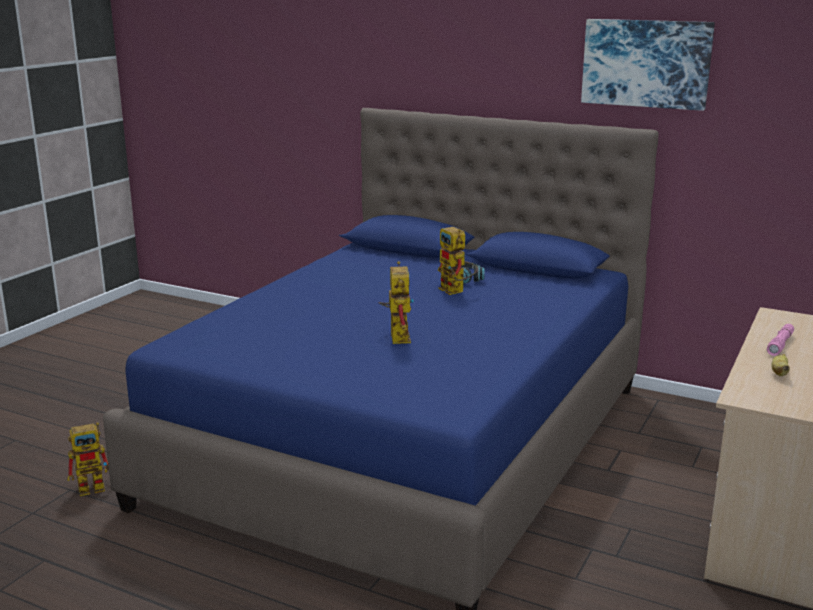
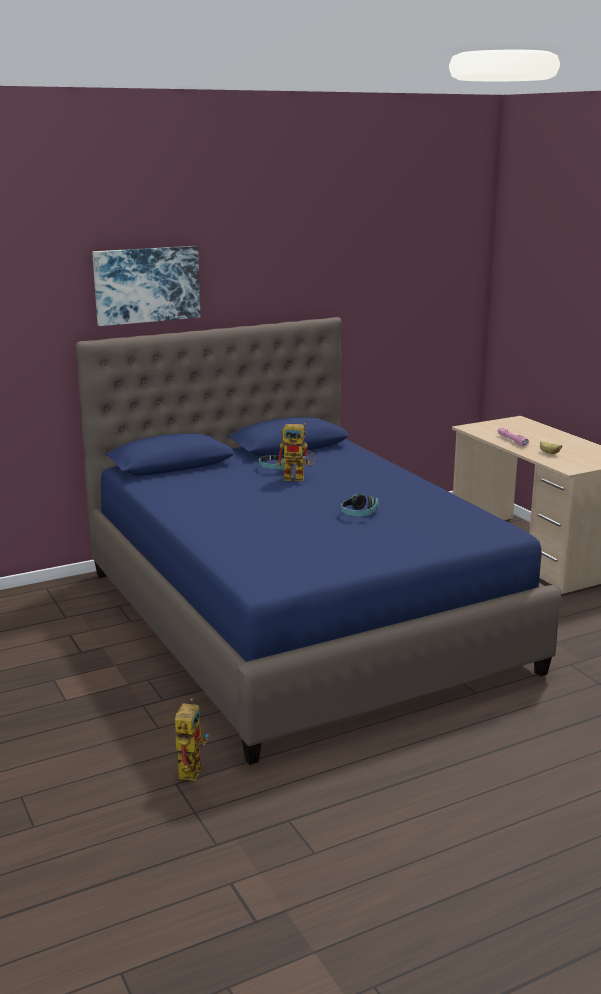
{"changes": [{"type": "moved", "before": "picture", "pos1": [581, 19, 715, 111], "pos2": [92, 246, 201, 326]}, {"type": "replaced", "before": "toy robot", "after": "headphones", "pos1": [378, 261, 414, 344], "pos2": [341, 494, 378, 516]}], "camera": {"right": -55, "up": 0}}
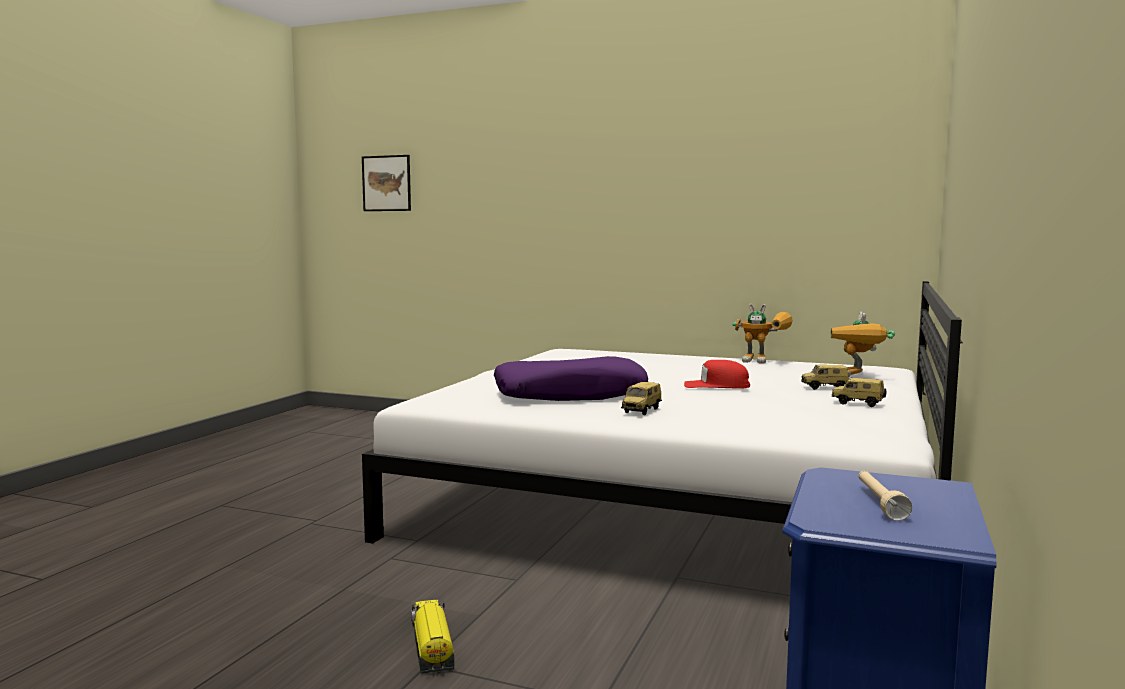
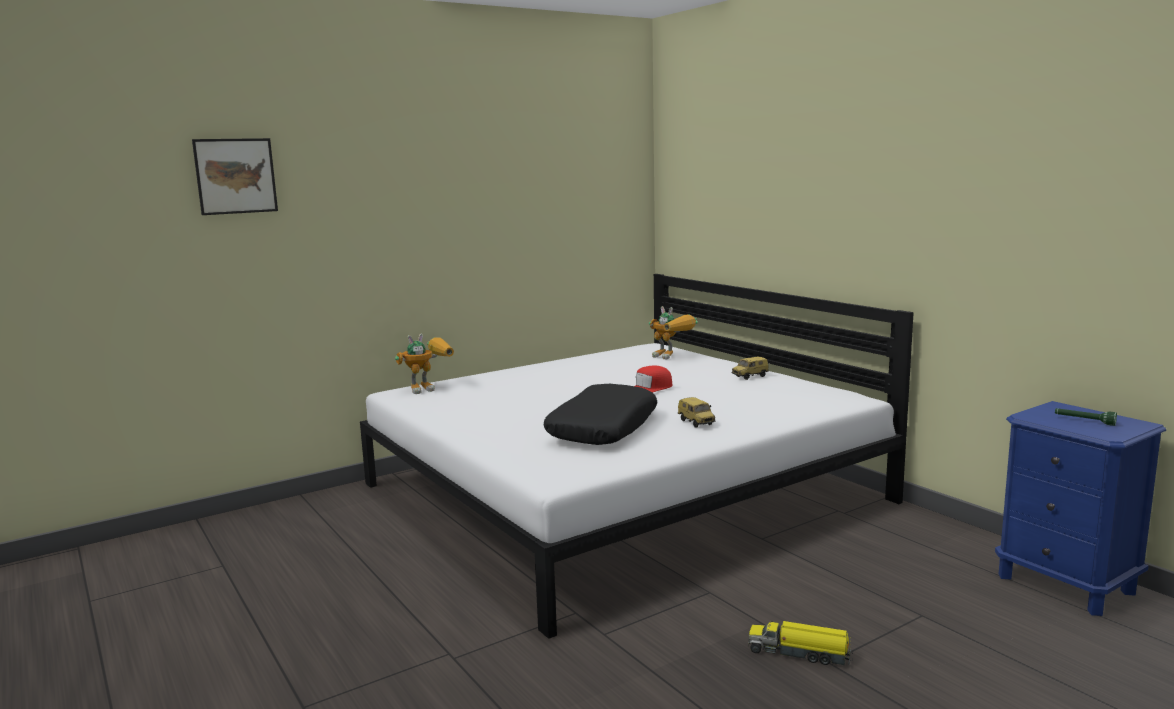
{"changes": [{"type": "moved", "before": "picture", "pos1": [362, 155, 411, 211], "pos2": [192, 138, 278, 215]}, {"type": "moved", "before": "toy robot", "pos1": [732, 304, 793, 364], "pos2": [395, 333, 454, 394]}, {"type": "recoloured", "before": "purple pillow", "after": "black pillow", "pos1": [494, 356, 648, 401], "pos2": [543, 384, 657, 445]}, {"type": "recoloured", "before": "beige flashlight", "after": "green flashlight", "pos1": [859, 471, 912, 521], "pos2": [1055, 408, 1117, 426]}, {"type": "removed", "before": "toy car", "pos1": [801, 365, 849, 390]}], "camera": {"right": -55, "up": 5}}
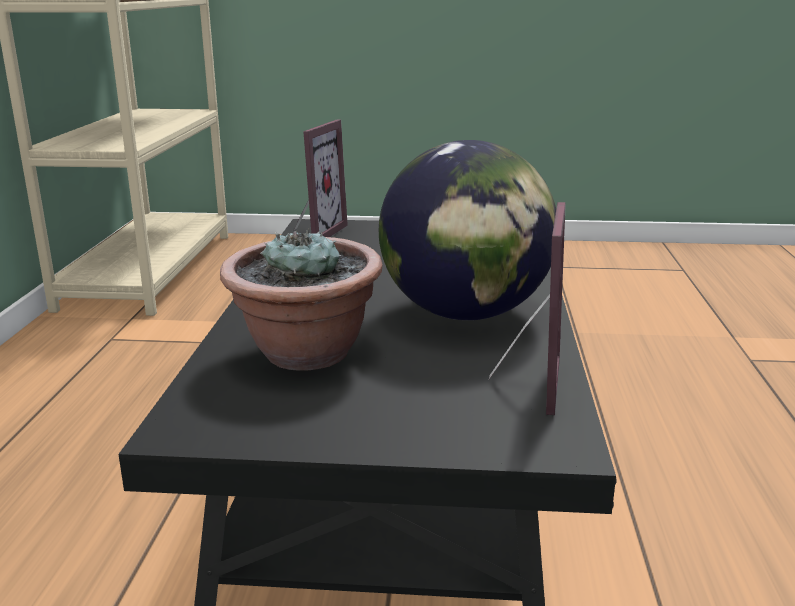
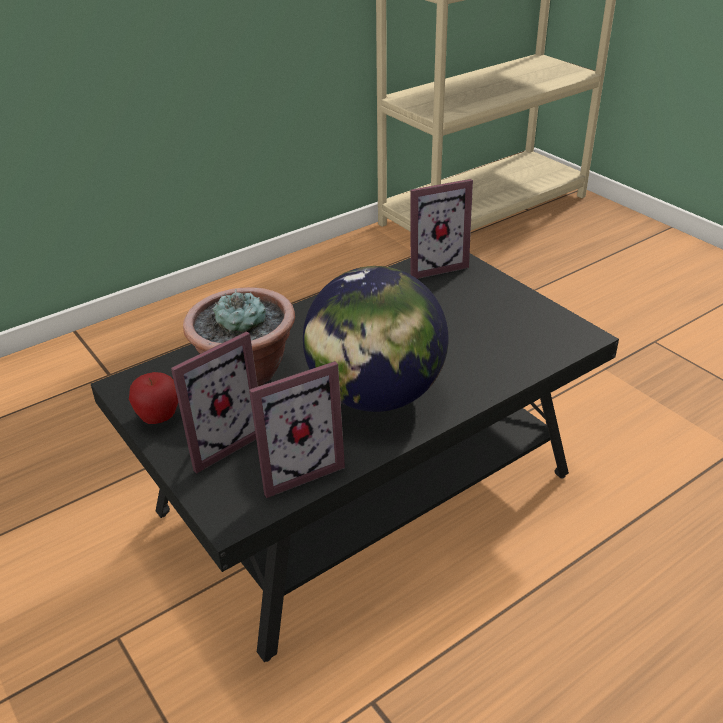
{"changes": [{"type": "added", "after": "apple", "pos2": [129, 372, 178, 424]}, {"type": "added", "after": "picture frame", "pos2": [171, 331, 258, 474]}], "camera": {"right": 50, "up": 15}}
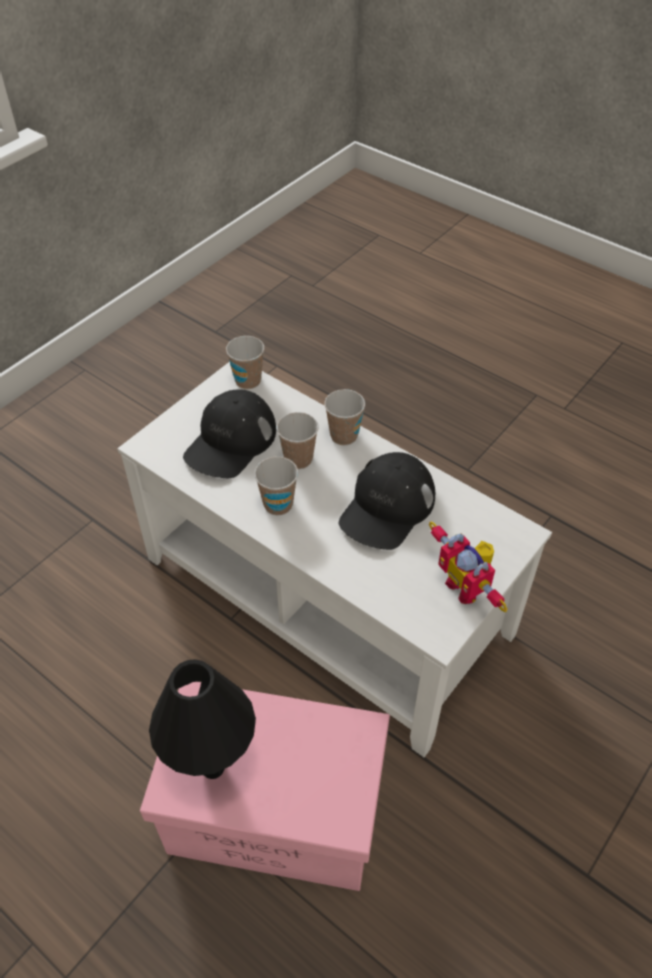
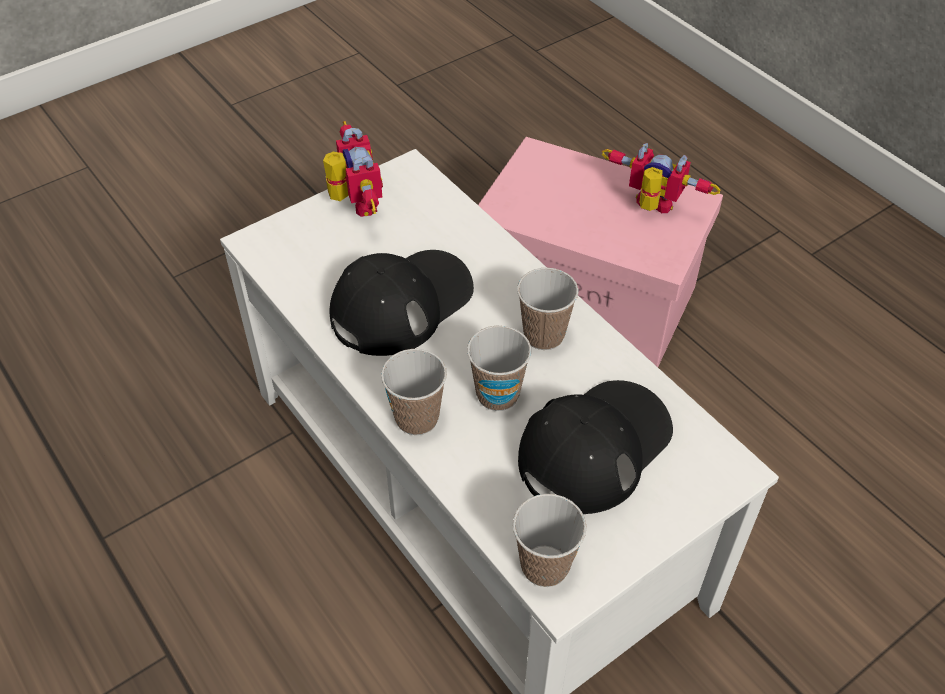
{"changes": [{"type": "replaced", "before": "black table lamp", "after": "toy robot", "pos1": [149, 659, 256, 779], "pos2": [602, 143, 721, 213]}], "camera": {"right": -165, "up": 0}}
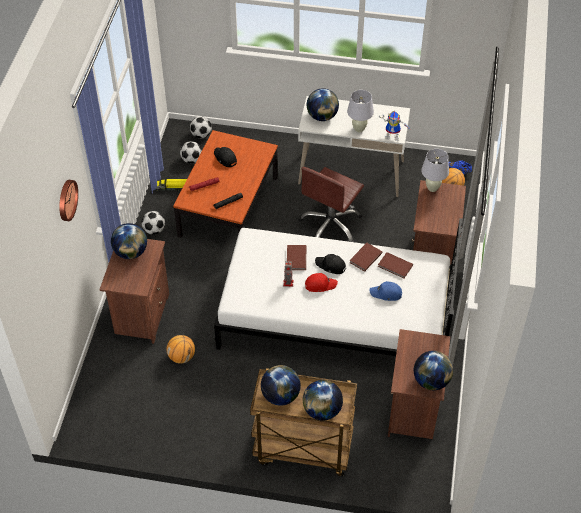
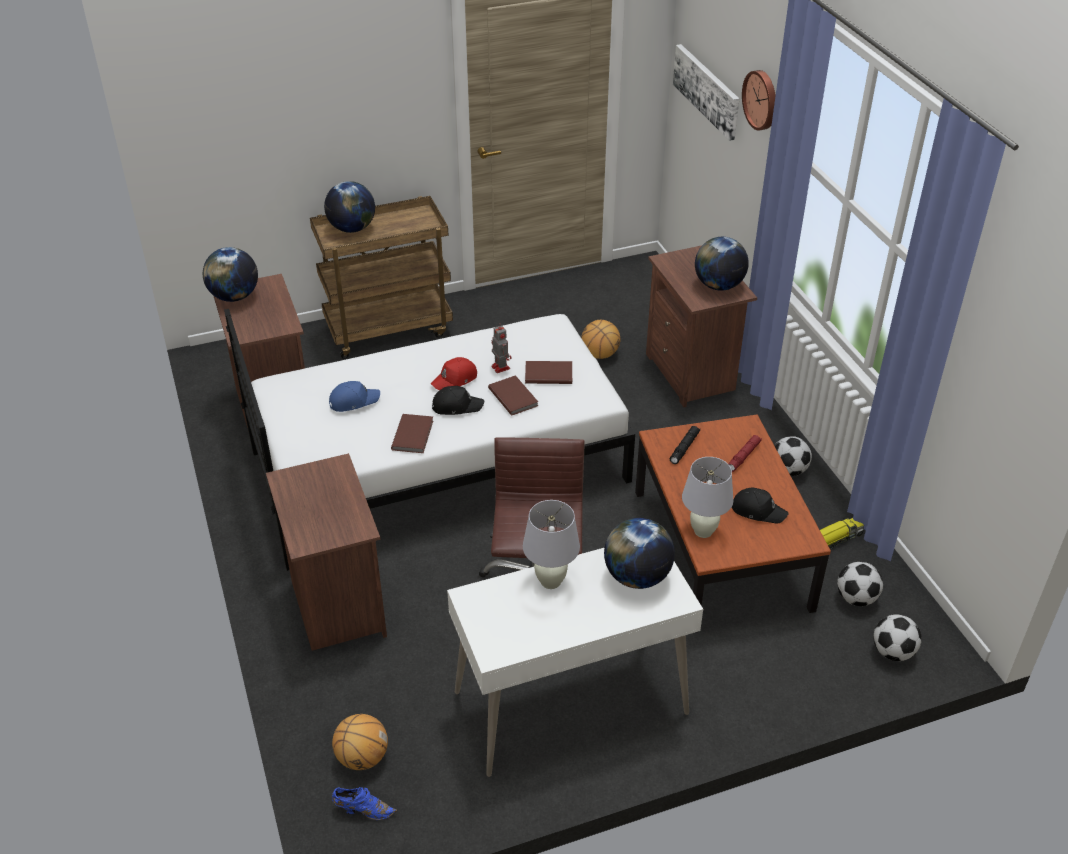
{"changes": [{"type": "moved", "before": "brown book", "pos1": [378, 252, 413, 278], "pos2": [525, 361, 572, 384]}, {"type": "added", "after": "picture", "pos2": [673, 44, 739, 141]}, {"type": "moved", "before": "white table lamp", "pos1": [421, 149, 449, 192], "pos2": [682, 457, 733, 538]}, {"type": "removed", "before": "globe", "pos1": [261, 365, 301, 406]}, {"type": "removed", "before": "toy robot", "pos1": [379, 111, 410, 141]}], "camera": {"right": 150, "up": -10}}
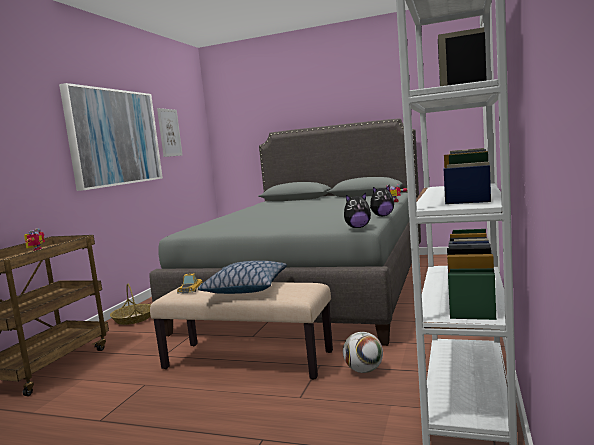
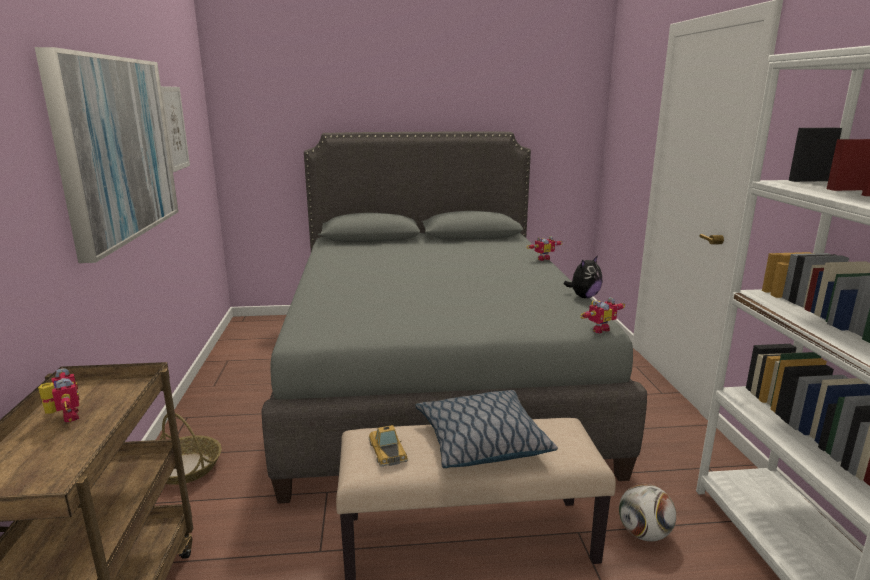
{"changes": [{"type": "replaced", "before": "plush toy", "after": "toy robot", "pos1": [344, 193, 371, 228], "pos2": [580, 297, 625, 334]}], "camera": {"right": -25, "up": 10}}
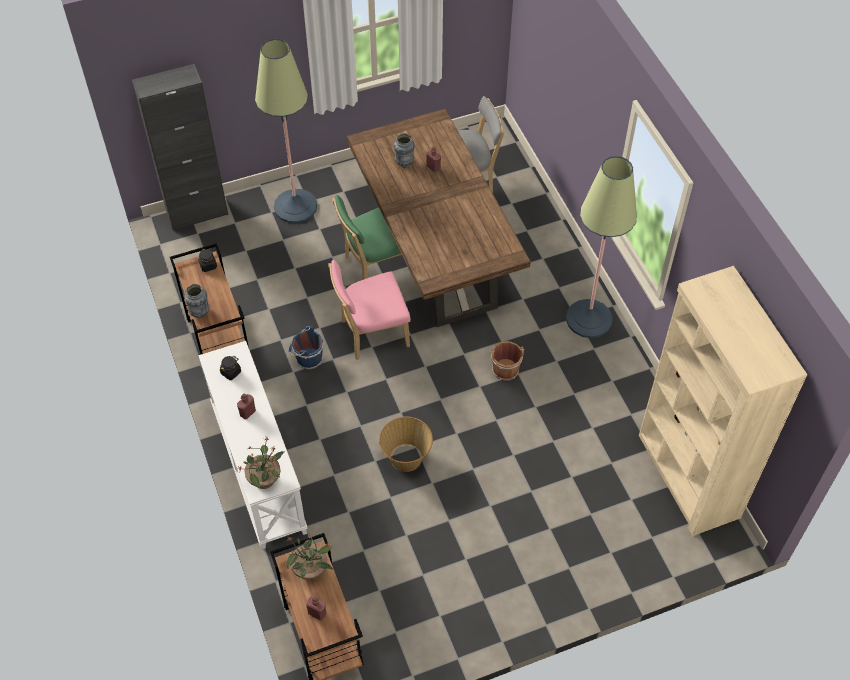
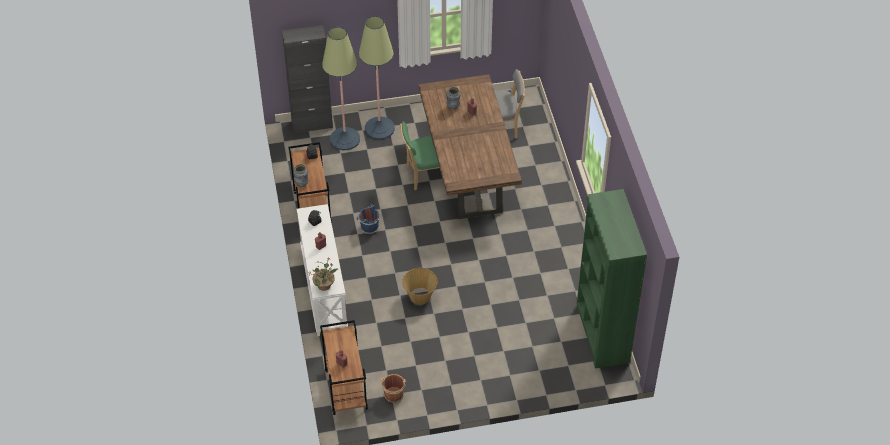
{"changes": [{"type": "moved", "before": "floor lamp", "pos1": [566, 156, 637, 338], "pos2": [322, 27, 360, 151]}, {"type": "moved", "before": "brown bucket", "pos1": [489, 341, 524, 381], "pos2": [381, 374, 406, 403]}, {"type": "recoloured", "before": "beige bookcase", "after": "green bookcase", "pos1": [639, 266, 807, 536], "pos2": [577, 189, 647, 369]}, {"type": "removed", "before": "potted plant", "pos1": [285, 534, 333, 580]}, {"type": "removed", "before": "pink chair", "pos1": [328, 260, 410, 360]}], "camera": {"right": 10, "up": -5}}
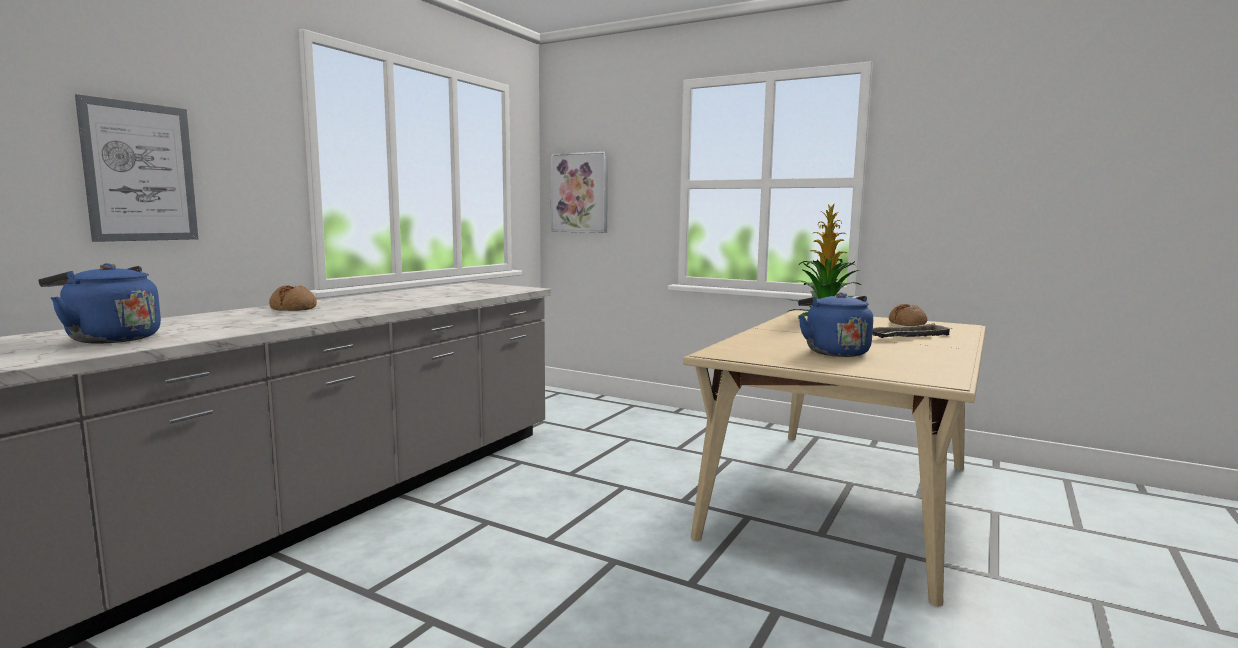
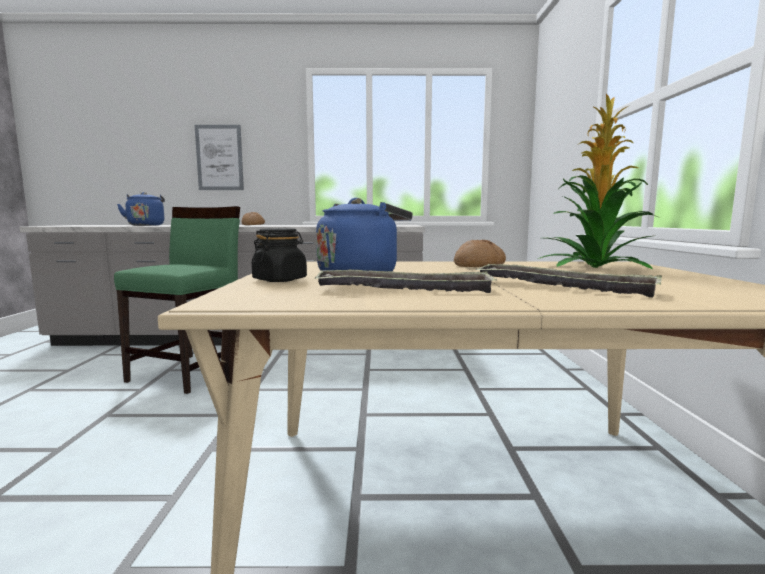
{"changes": [{"type": "added", "after": "green chair", "pos2": [114, 206, 240, 394]}, {"type": "added", "after": "black jar", "pos2": [252, 228, 307, 282]}, {"type": "added", "after": "tray", "pos2": [315, 269, 497, 293]}, {"type": "moved", "before": "bread", "pos1": [889, 304, 927, 326], "pos2": [454, 240, 506, 267]}, {"type": "removed", "before": "picture", "pos1": [551, 151, 608, 233]}], "camera": {"right": 60, "up": 0}}
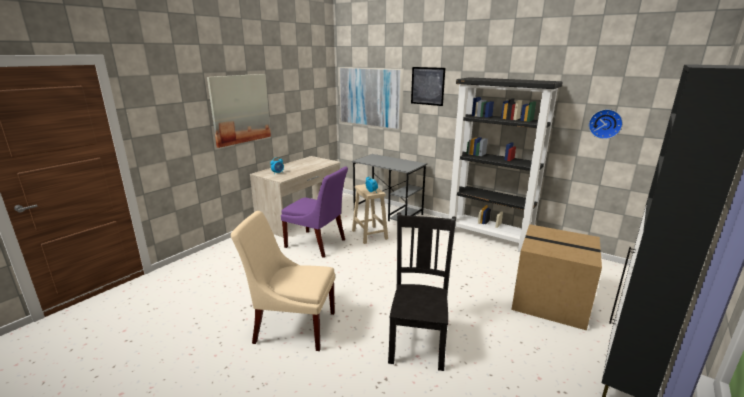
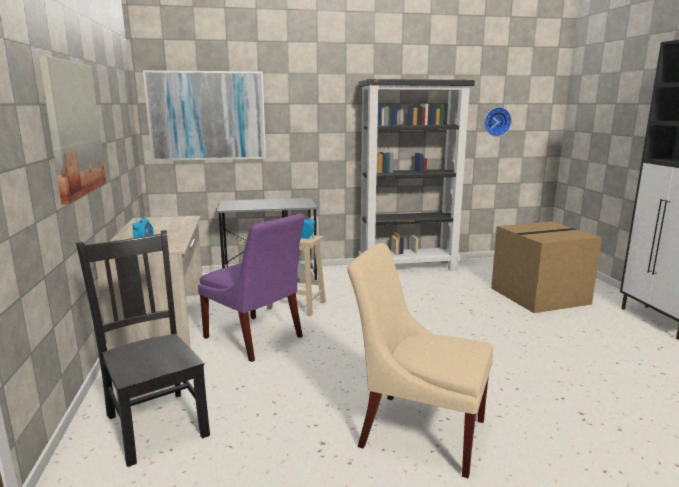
{"changes": [{"type": "moved", "before": "black chair", "pos1": [388, 213, 456, 371], "pos2": [76, 230, 210, 467]}, {"type": "turned", "before": "purple chair", "pos1": [281, 167, 348, 258], "pos2": [198, 213, 305, 362], "turn": 60}, {"type": "turned", "before": "beige chair", "pos1": [231, 211, 335, 351], "pos2": [347, 243, 493, 478], "turn": 60}, {"type": "removed", "before": "picture", "pos1": [411, 67, 445, 106]}], "camera": {"right": -45, "up": -5}}
